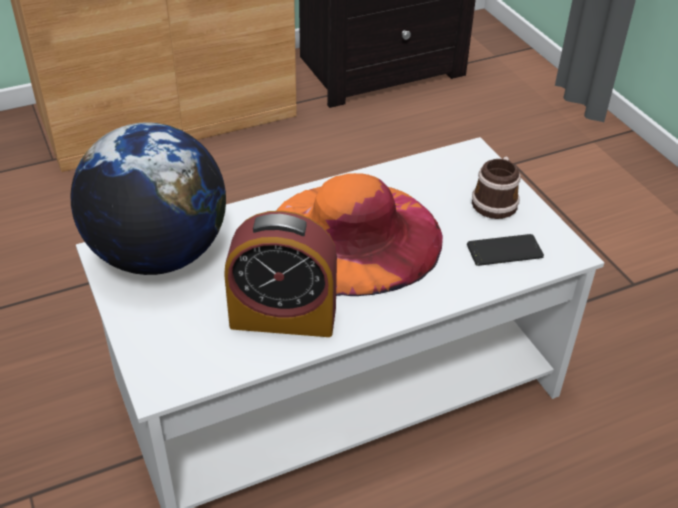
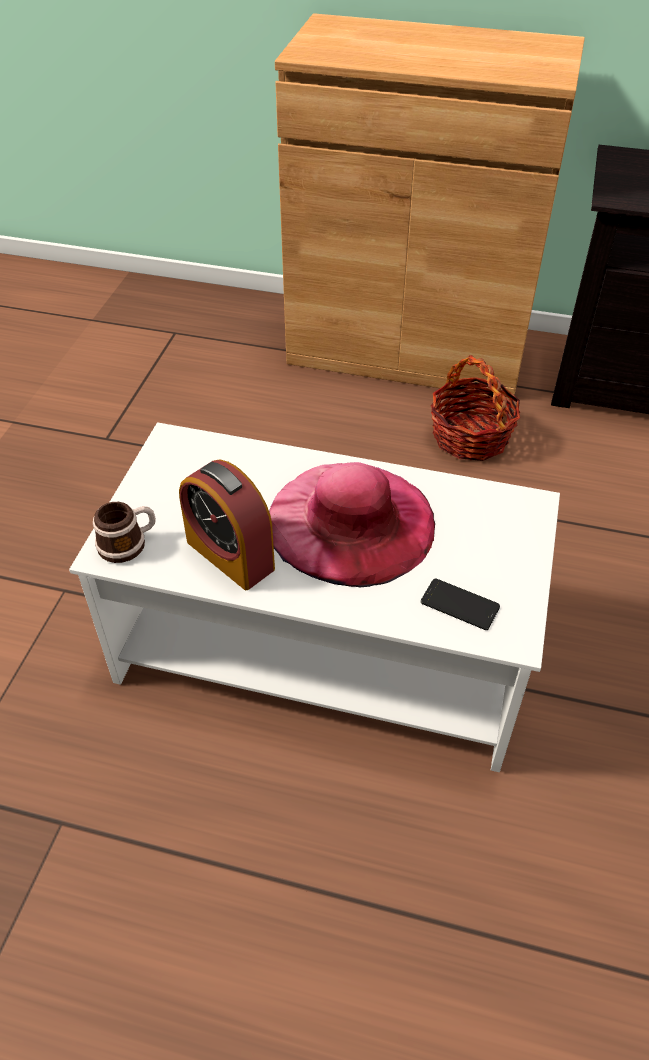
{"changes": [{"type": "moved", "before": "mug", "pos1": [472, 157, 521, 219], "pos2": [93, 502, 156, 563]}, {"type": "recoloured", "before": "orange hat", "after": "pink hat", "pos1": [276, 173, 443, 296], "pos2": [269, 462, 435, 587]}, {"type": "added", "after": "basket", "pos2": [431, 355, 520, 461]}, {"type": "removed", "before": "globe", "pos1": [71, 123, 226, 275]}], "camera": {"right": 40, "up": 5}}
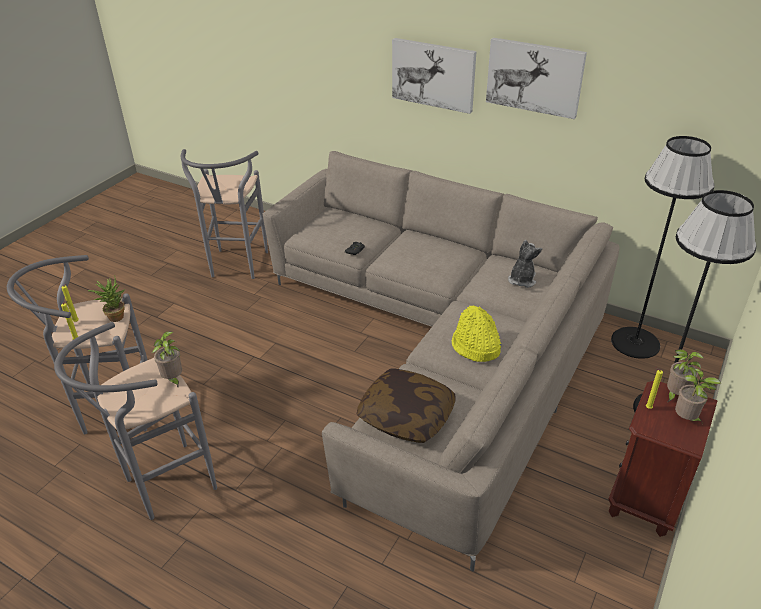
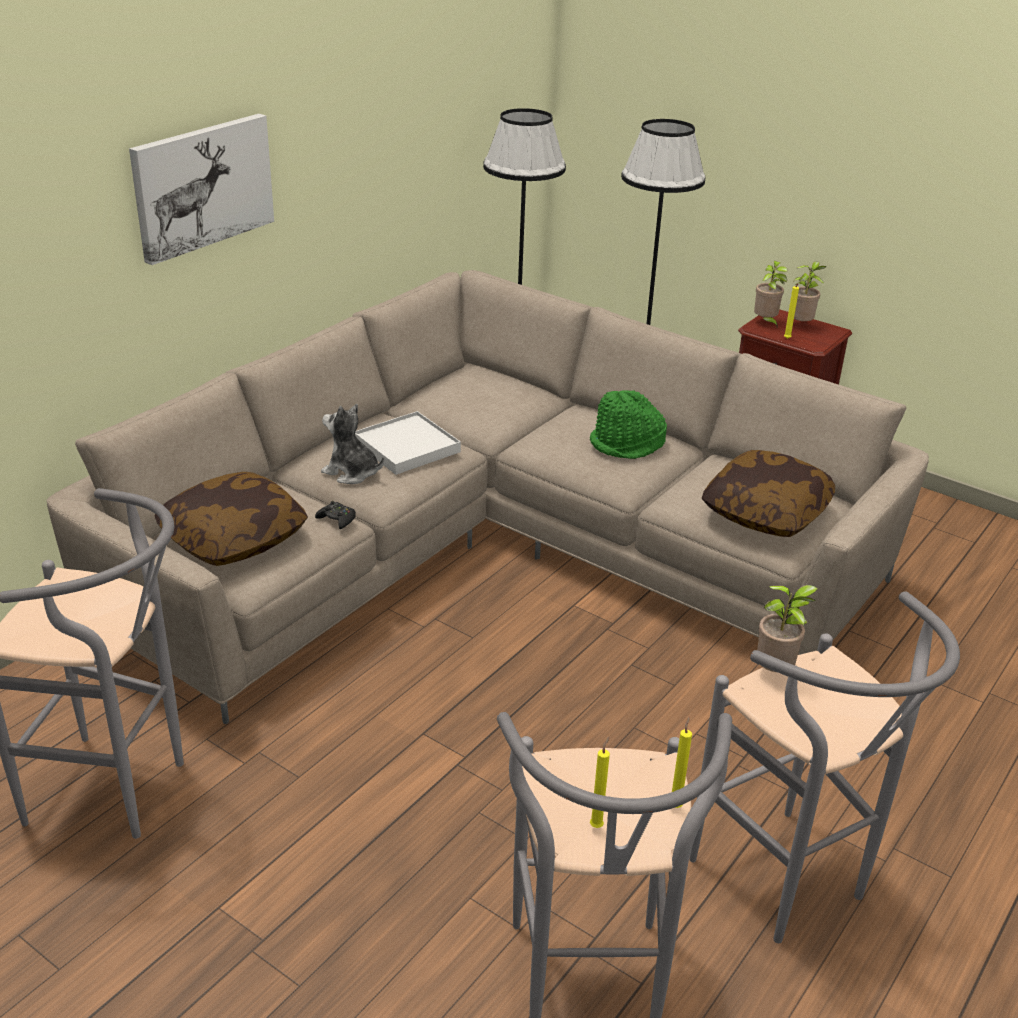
{"changes": [{"type": "added", "after": "pillow", "pos2": [154, 472, 308, 566]}, {"type": "moved", "before": "plush toy", "pos1": [508, 240, 542, 288], "pos2": [321, 404, 384, 484]}, {"type": "added", "after": "white tray", "pos2": [355, 411, 461, 475]}, {"type": "recoloured", "before": "yellow hat", "after": "green hat", "pos1": [452, 305, 501, 362], "pos2": [590, 390, 667, 459]}, {"type": "removed", "before": "potted plant", "pos1": [88, 278, 125, 322]}, {"type": "removed", "before": "picture", "pos1": [486, 38, 587, 119]}], "camera": {"right": -85, "up": -5}}
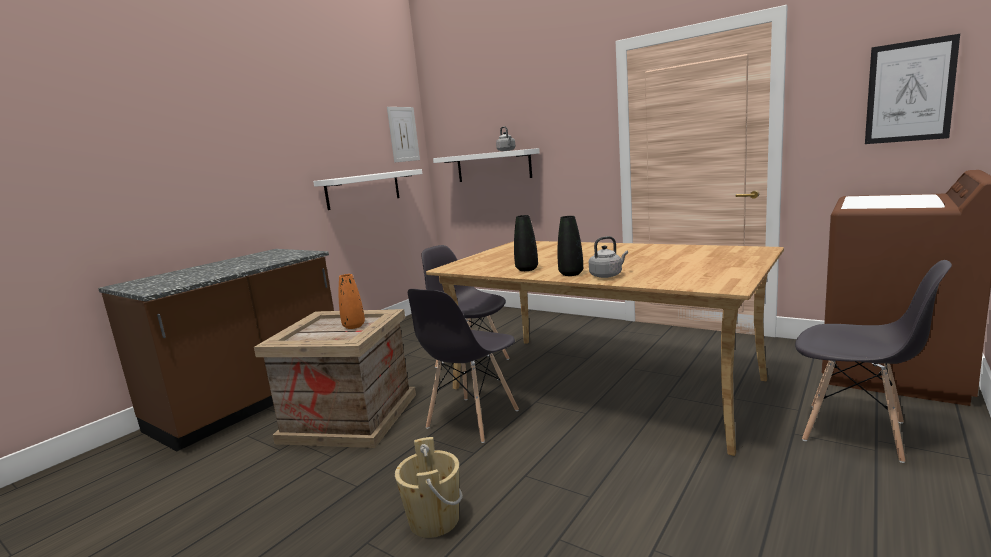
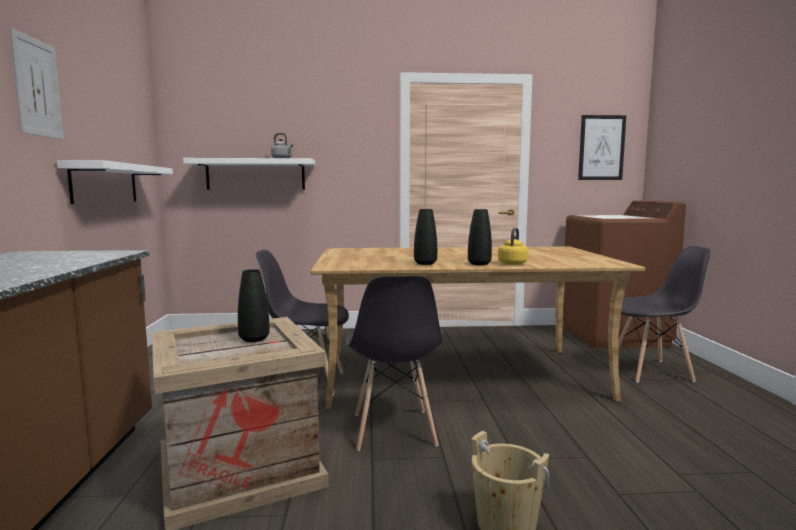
{"changes": [{"type": "moved", "before": "picture", "pos1": [387, 107, 420, 163], "pos2": [9, 28, 64, 140]}, {"type": "recoloured", "before": "orange vase", "after": "black vase", "pos1": [339, 274, 365, 329], "pos2": [238, 269, 269, 342]}, {"type": "recoloured", "before": "grey kettle", "after": "yellow kettle", "pos1": [589, 236, 628, 278], "pos2": [498, 228, 528, 265]}], "camera": {"right": -40, "up": -5}}
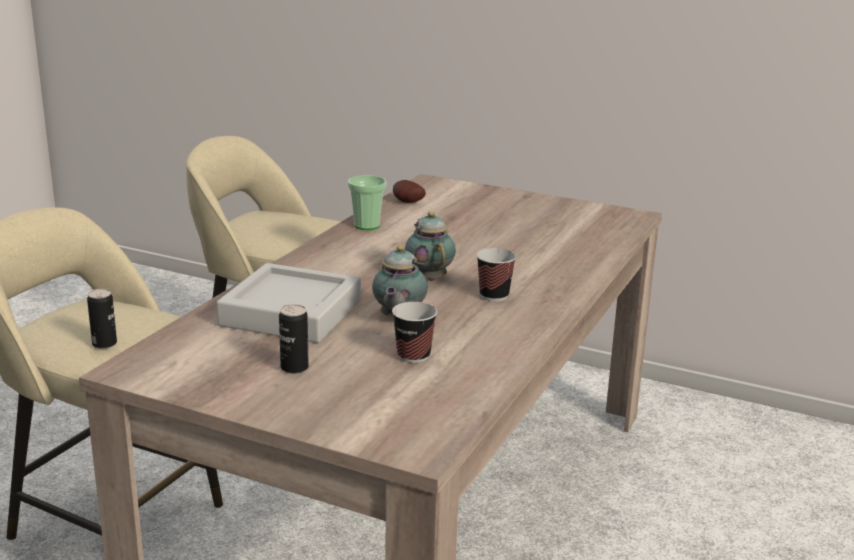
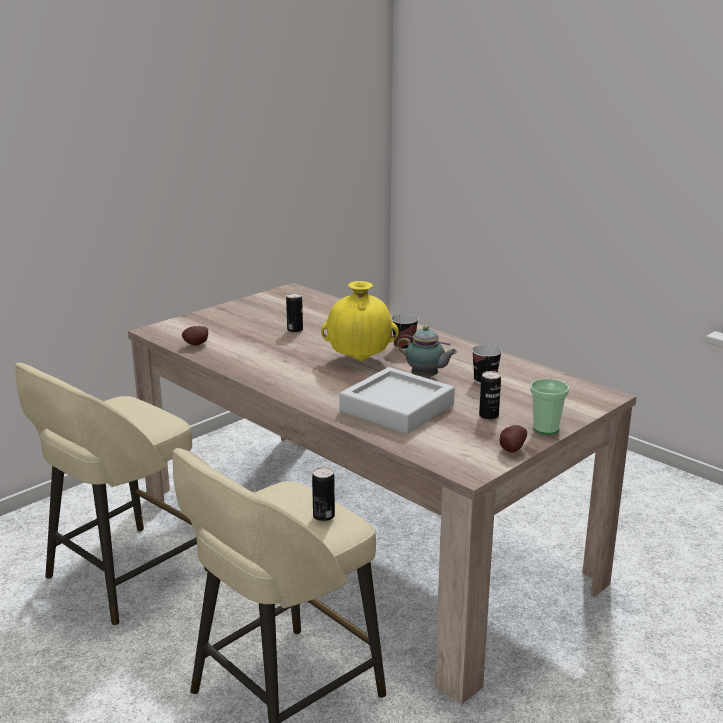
{"changes": [{"type": "added", "after": "can", "pos2": [286, 293, 303, 333]}, {"type": "replaced", "before": "teapot", "after": "yellow vase", "pos1": [405, 211, 456, 281], "pos2": [321, 281, 399, 361]}, {"type": "added", "after": "potato", "pos2": [500, 425, 527, 453]}, {"type": "moved", "before": "cup", "pos1": [348, 175, 387, 230], "pos2": [530, 379, 569, 434]}], "camera": {"right": -70, "up": 0}}
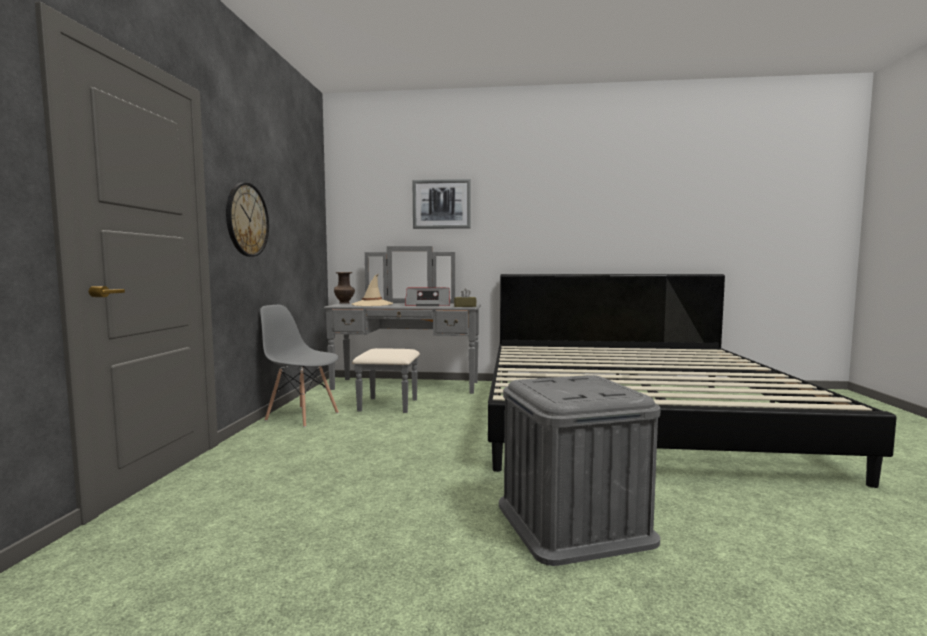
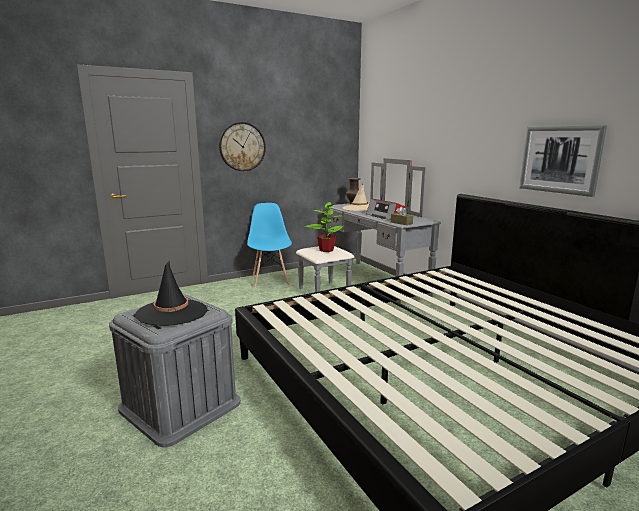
{"changes": [{"type": "added", "after": "black hat", "pos2": [135, 260, 208, 326]}, {"type": "recoloured", "before": "grey chair", "after": "blue chair", "pos1": [260, 305, 339, 427], "pos2": [247, 203, 292, 288]}, {"type": "added", "after": "potted plant", "pos2": [304, 202, 344, 252]}, {"type": "moved", "before": "picture", "pos1": [413, 179, 471, 229], "pos2": [519, 125, 607, 197]}], "camera": {"right": 55, "up": 10}}
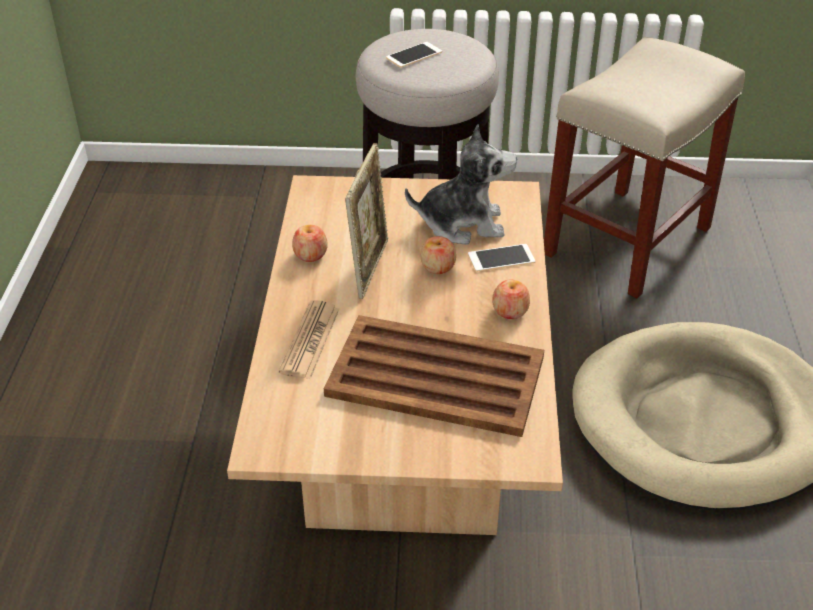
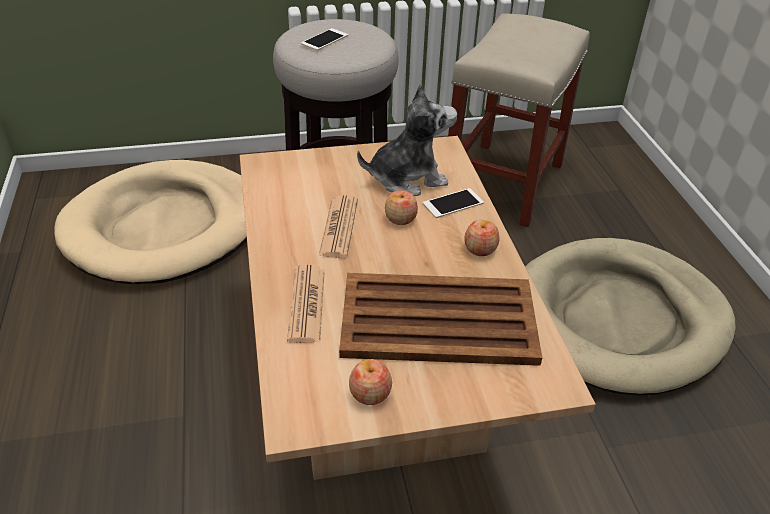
{"changes": [{"type": "added", "after": "beige dog bed", "pos2": [54, 160, 247, 284]}, {"type": "replaced", "before": "picture frame", "after": "newspaper", "pos1": [345, 143, 389, 299], "pos2": [319, 195, 358, 258]}, {"type": "moved", "before": "apple", "pos1": [292, 225, 328, 262], "pos2": [349, 359, 392, 405]}], "camera": {"right": -15, "up": 0}}
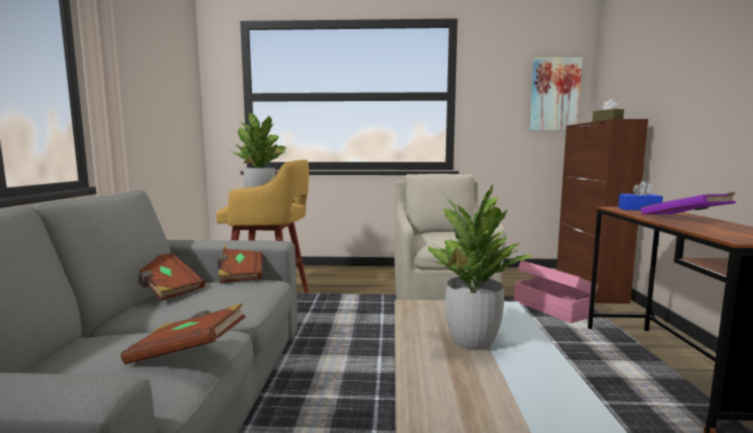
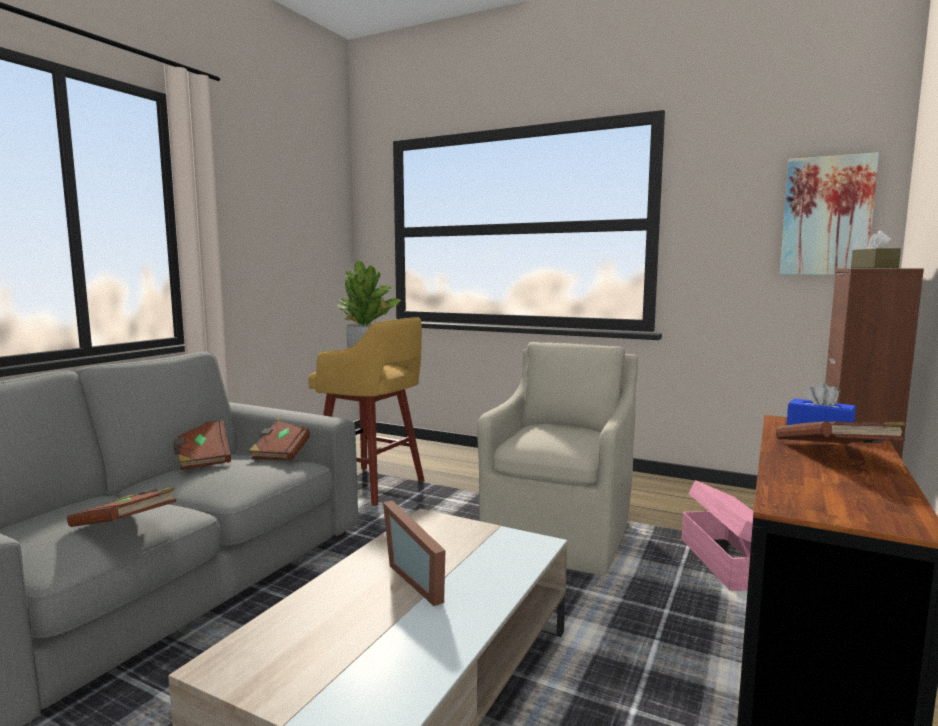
{"changes": [{"type": "replaced", "before": "potted plant", "after": "picture frame", "pos1": [428, 184, 532, 350], "pos2": [383, 500, 445, 606]}, {"type": "recoloured", "before": "purple book", "after": "brown book", "pos1": [641, 192, 736, 215], "pos2": [776, 421, 906, 444]}], "camera": {"right": 25, "up": 0}}
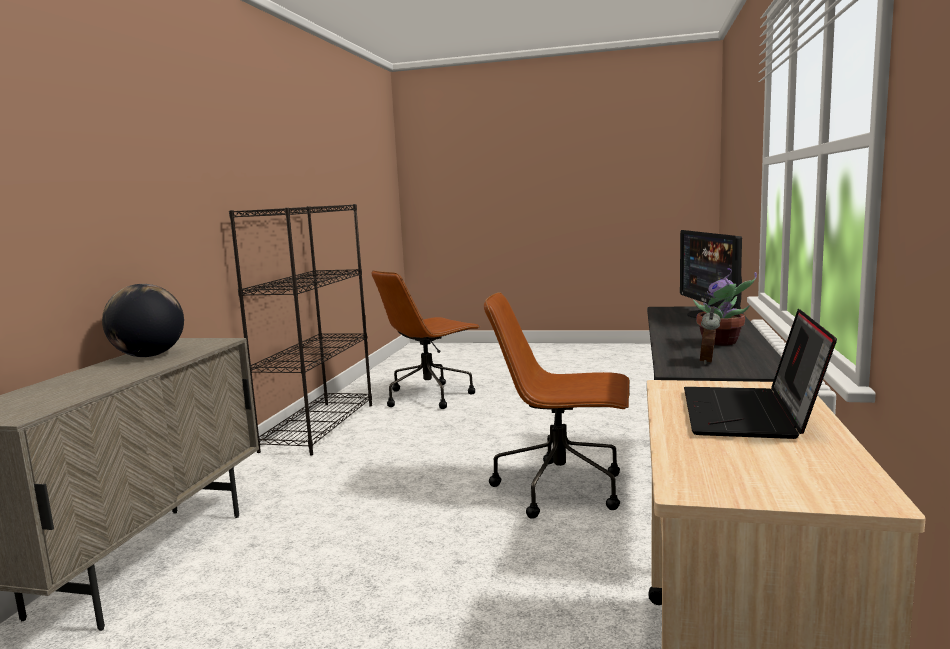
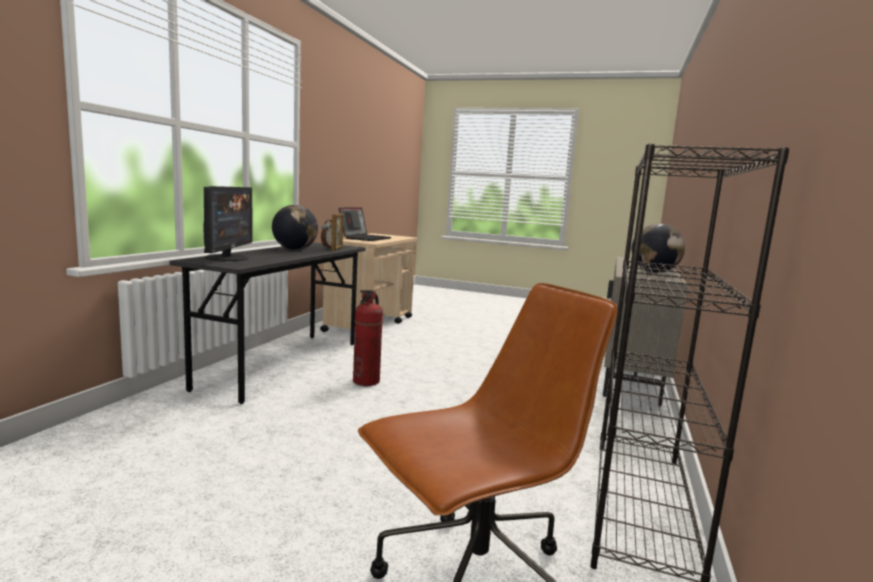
{"changes": [{"type": "replaced", "before": "potted plant", "after": "globe", "pos1": [693, 268, 757, 346], "pos2": [272, 205, 318, 250]}, {"type": "added", "after": "picture frame", "pos2": [331, 213, 343, 251]}, {"type": "replaced", "before": "brown office chair", "after": "fire extinguisher", "pos1": [484, 292, 629, 519], "pos2": [353, 290, 383, 386]}], "camera": {"right": -175, "up": 0}}
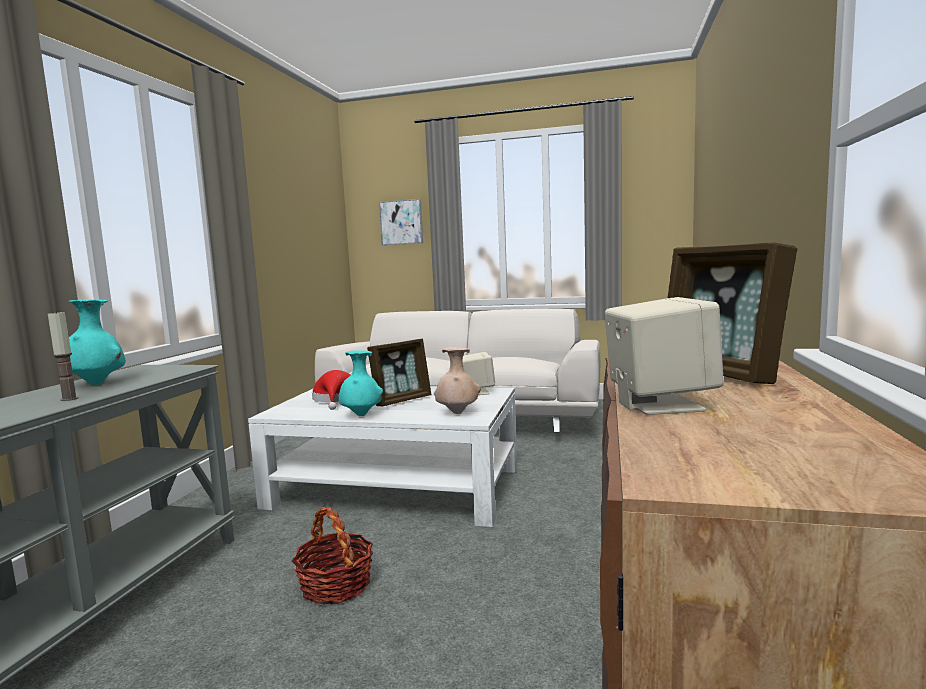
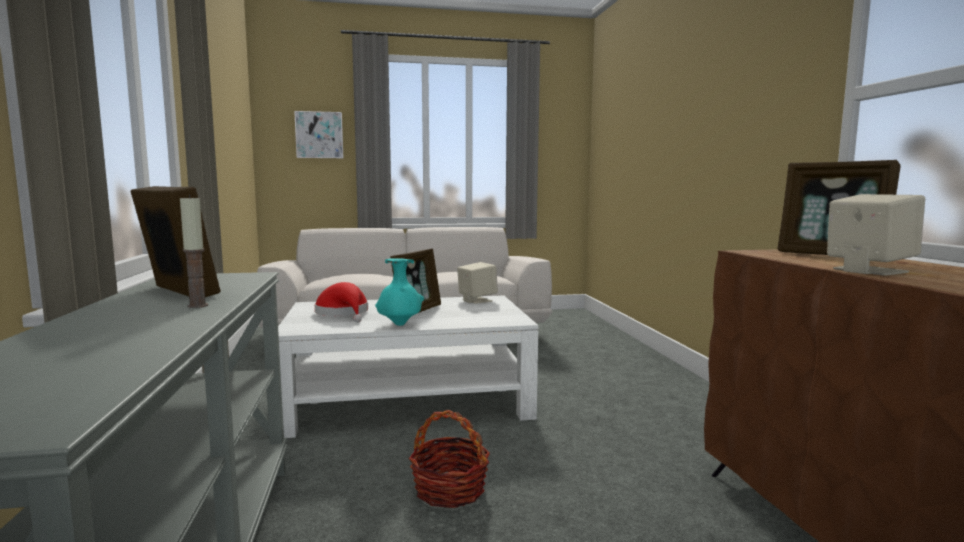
{"changes": [{"type": "replaced", "before": "turquoise vase", "after": "picture frame", "pos1": [69, 300, 126, 385], "pos2": [130, 186, 221, 297]}, {"type": "removed", "before": "beige vase", "pos1": [434, 347, 481, 414]}], "camera": {"right": -25, "up": 0}}
